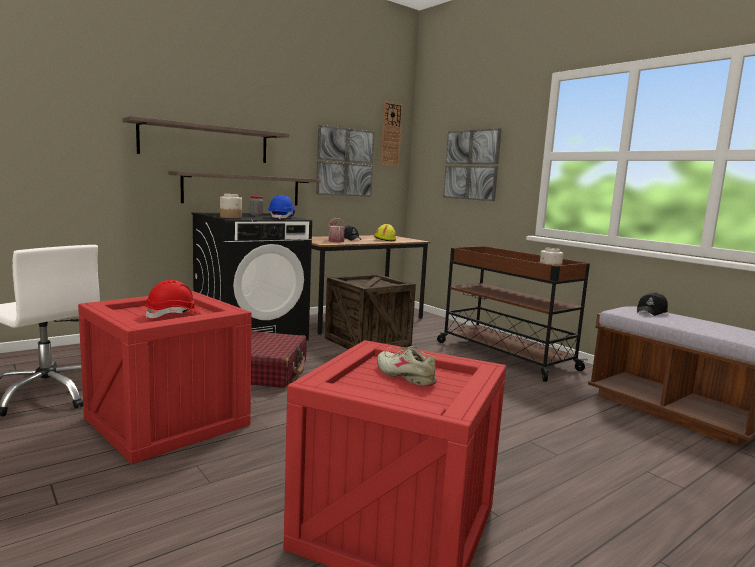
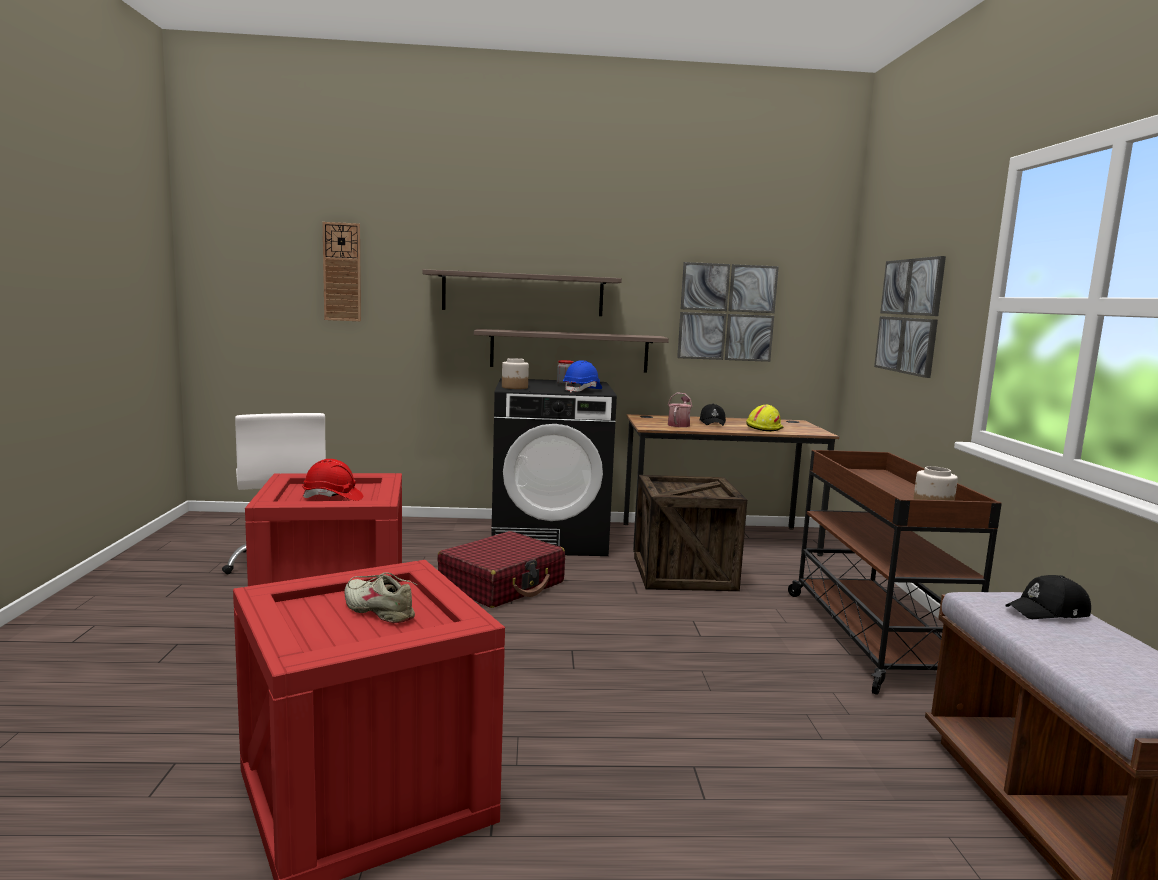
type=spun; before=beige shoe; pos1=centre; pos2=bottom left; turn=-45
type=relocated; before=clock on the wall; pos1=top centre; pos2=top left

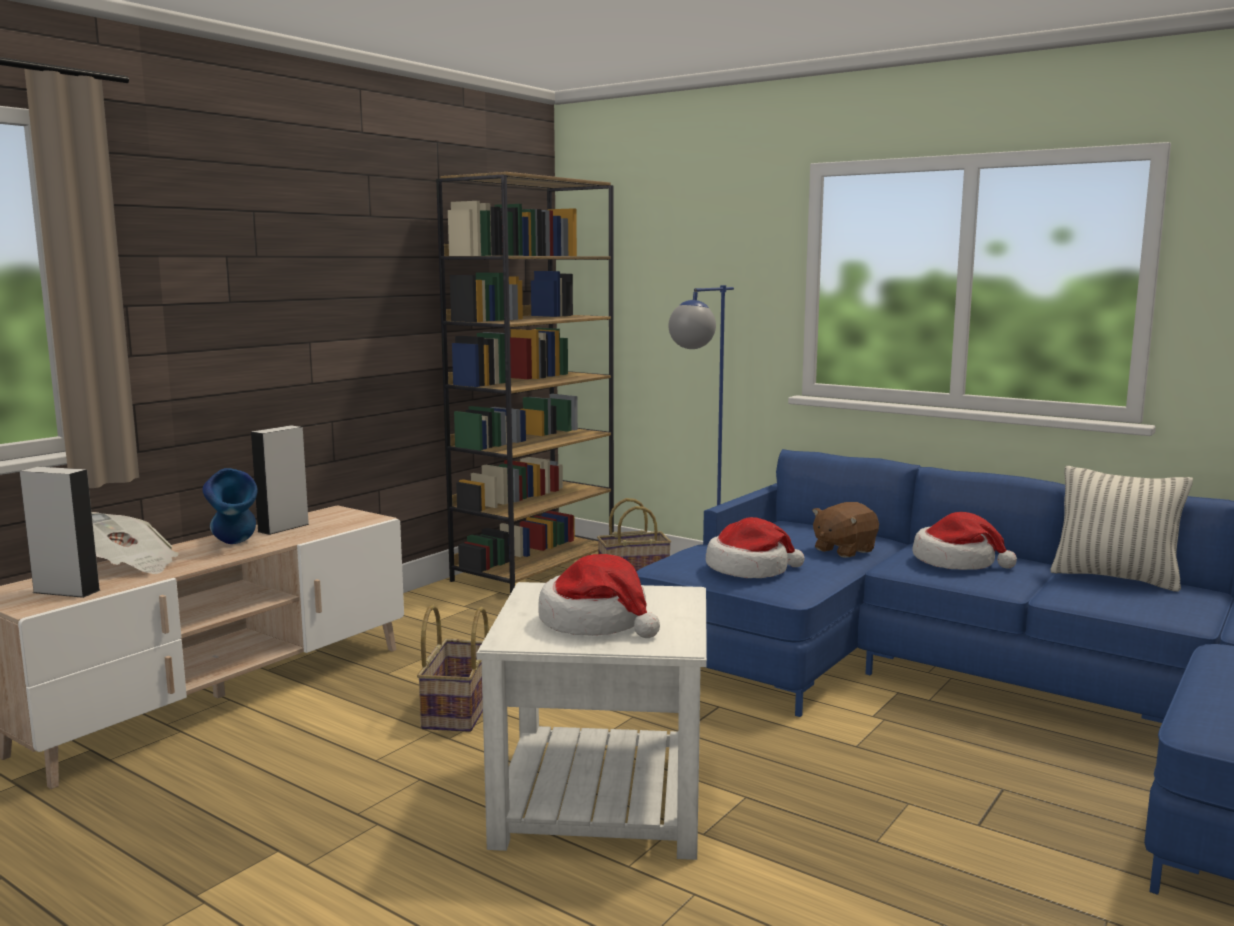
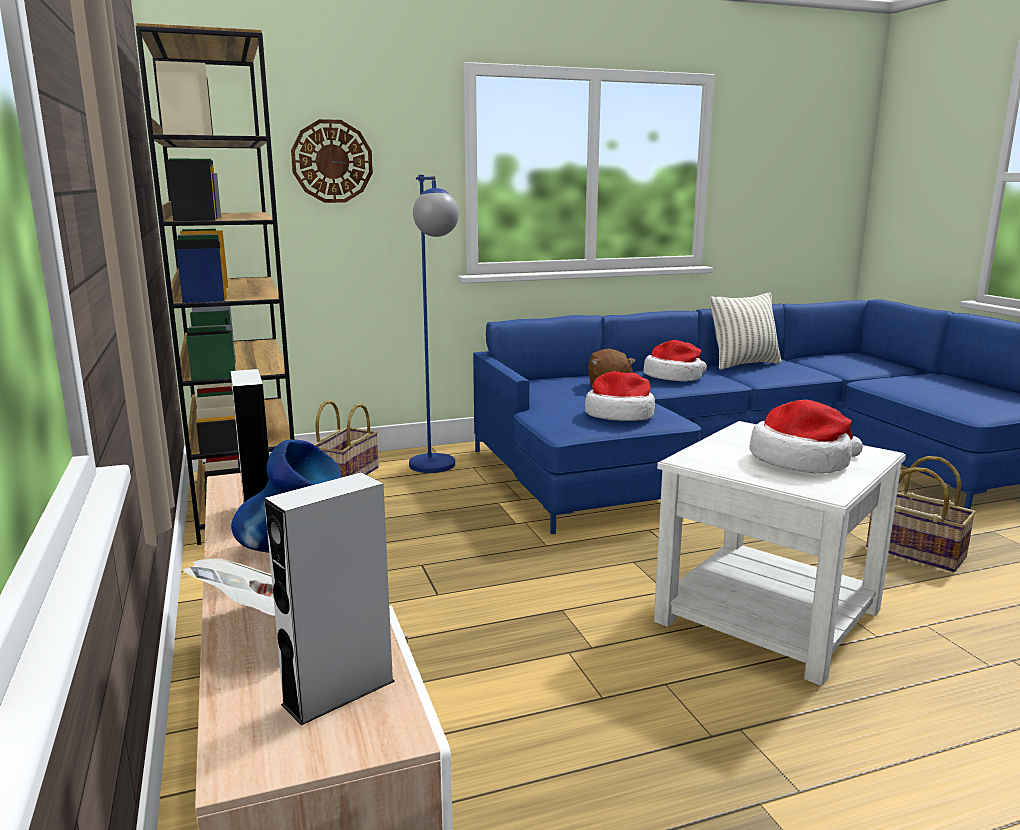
type=relocated; before=household basket (no. 1 from left in the first image); after=household basket (no. 2 from left); pos1=bottom centre; pos2=middle right
type=appeared; after=clock on the wall; pos2=top left

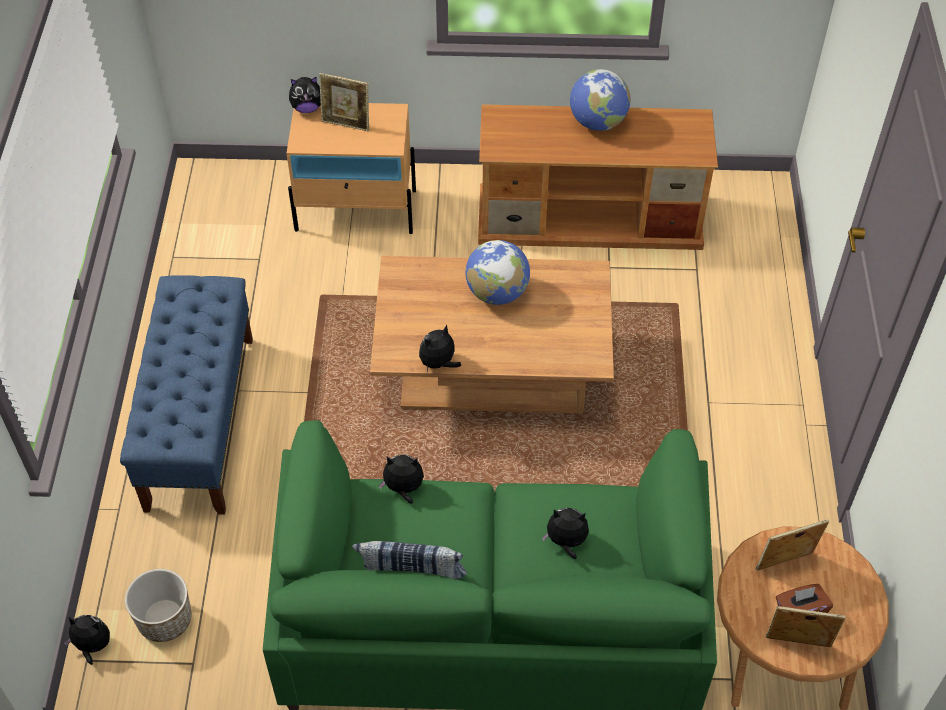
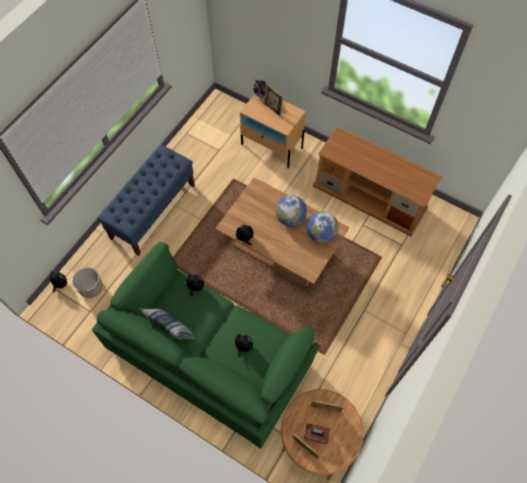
type=relocated; before=world globe (no. 2 from left); pos1=top centre; pos2=centre

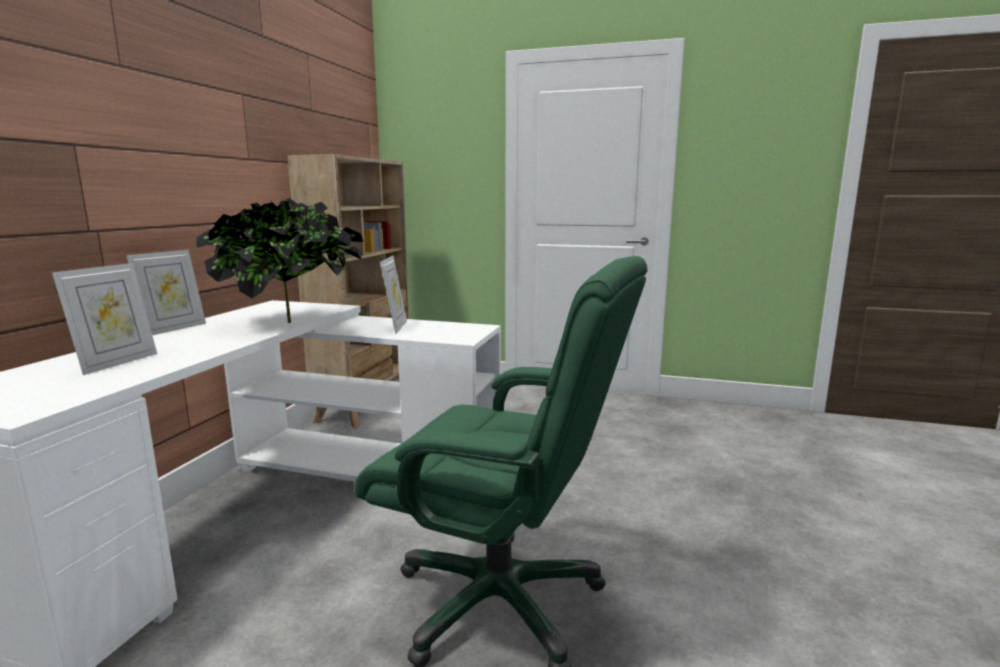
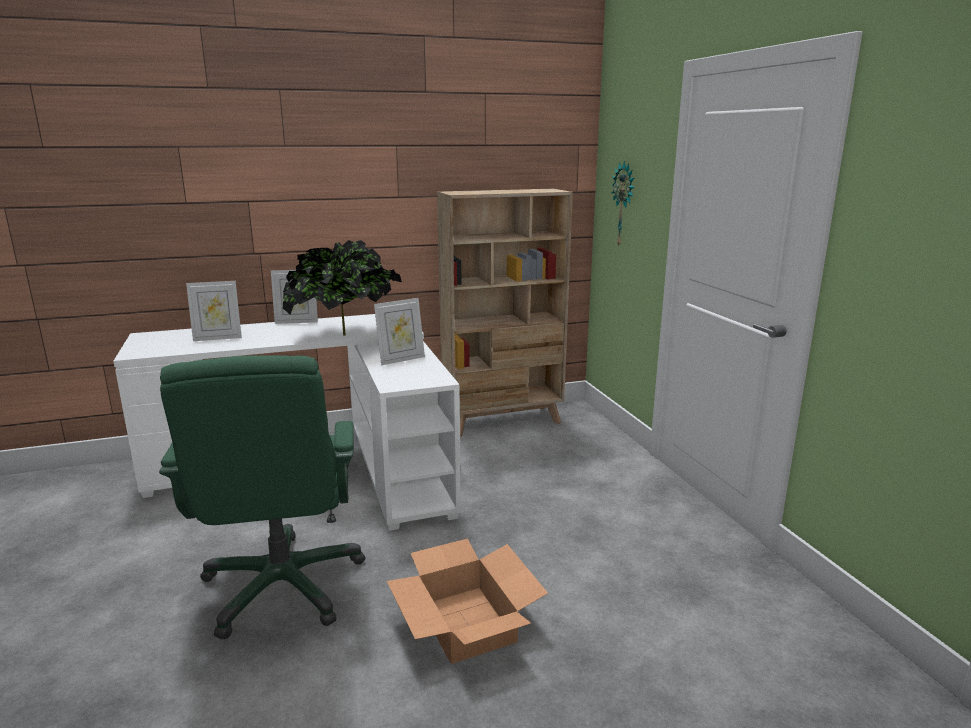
type=appeared; after=packing box; pos2=bottom centre
type=appeared; after=clock on the wall; pos2=top centre

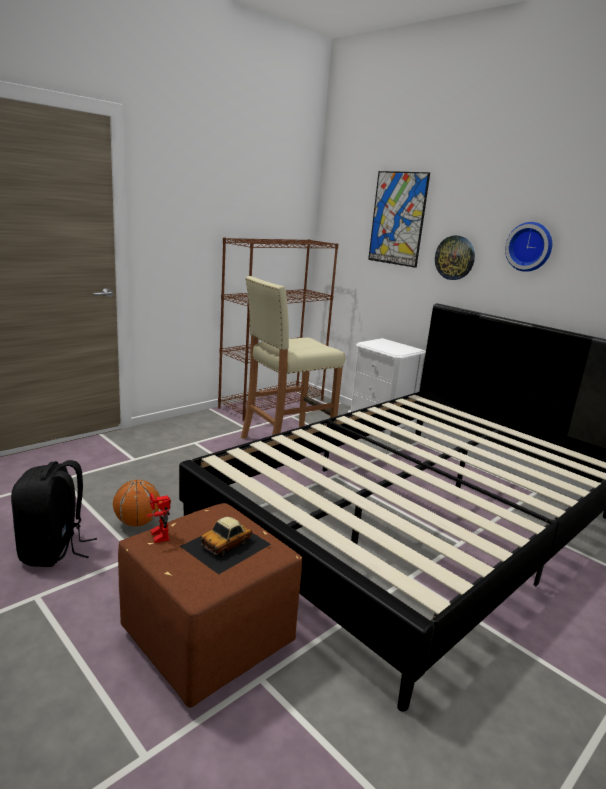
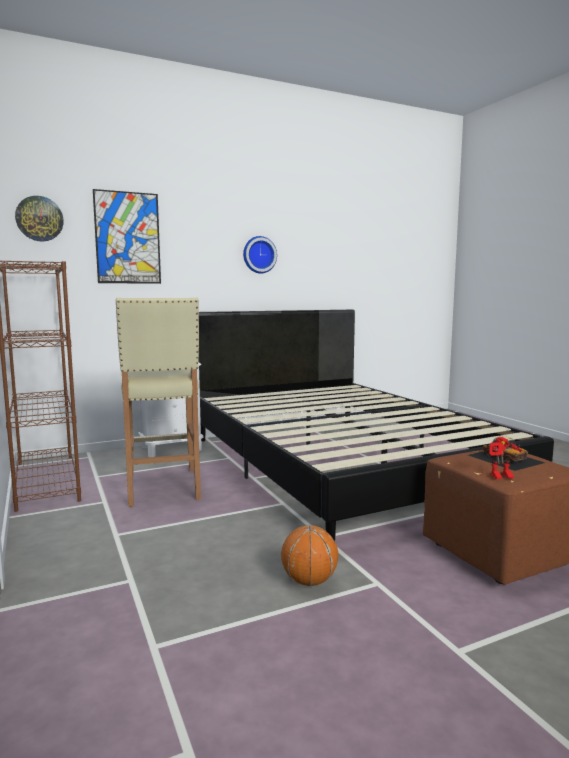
type=missing; before=black-coloured knapsack; pos1=middle left
type=relocated; before=clock on the wall (no. 1 from left); pos1=top right; pos2=top left

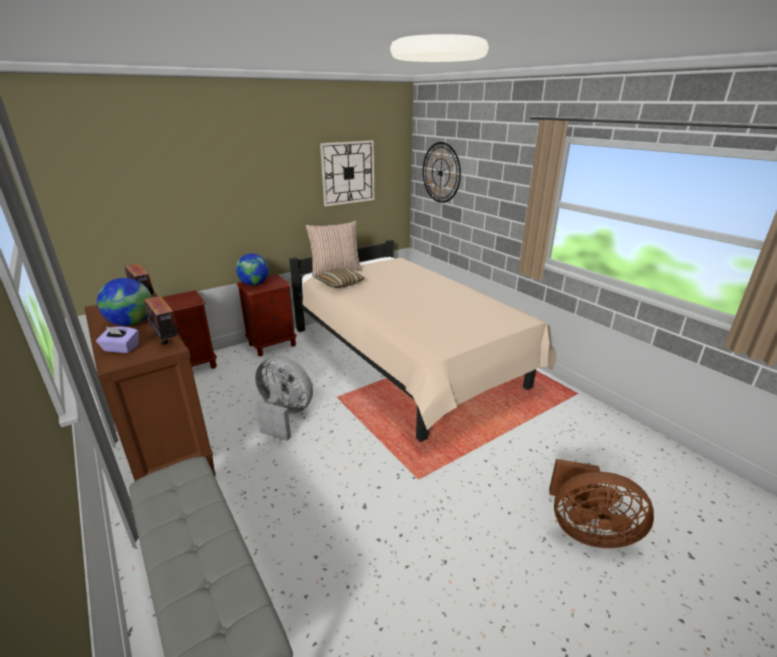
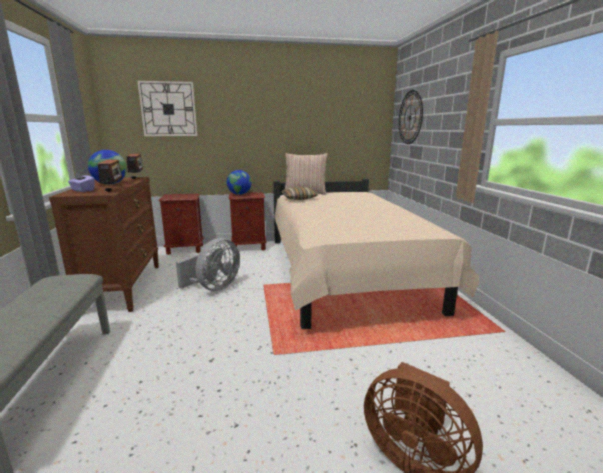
type=spun; before=greyish cooling fan; pos1=centre; pos2=centre; turn=75
type=relocated; before=clock on the wall (no. 1 from left); pos1=top centre; pos2=top left

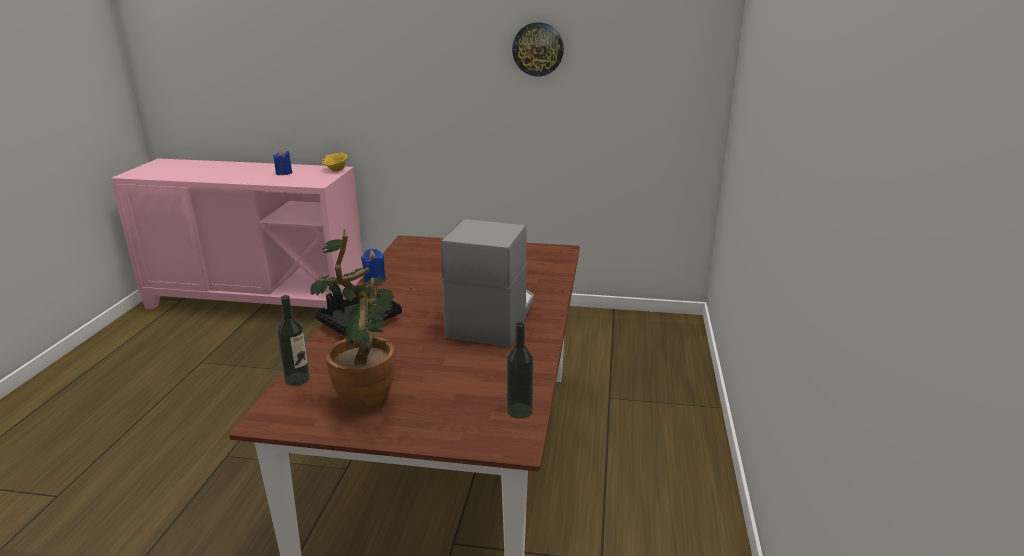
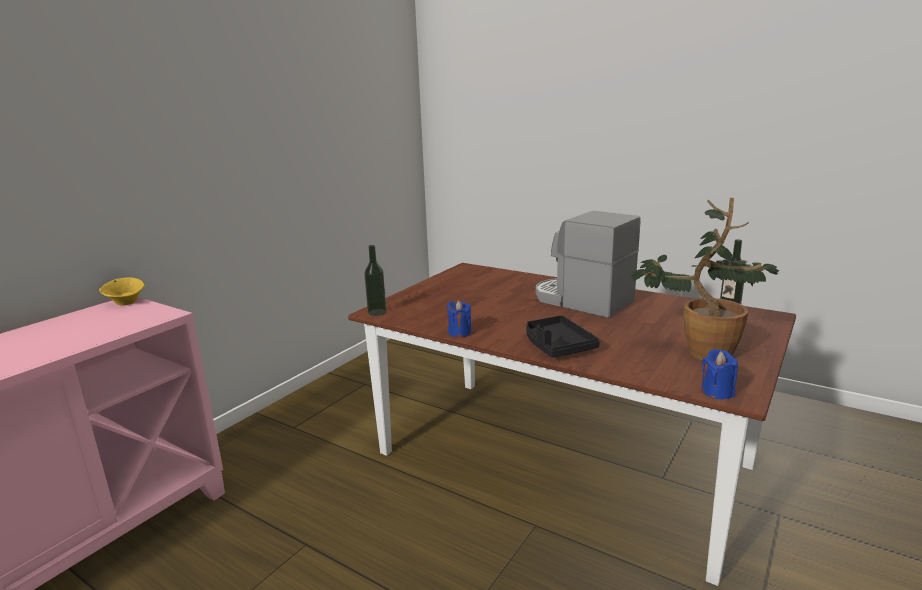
type=relocated; before=blue-coloured candle (no. 1 from left in the first image); after=blue-coloured candle (no. 2 from left); pos1=top left; pos2=middle right
type=relocated; before=beverage bottle (no. 1 from left); pos1=middle left; pos2=centre
type=missing; before=clock on the wall; pos1=top centre

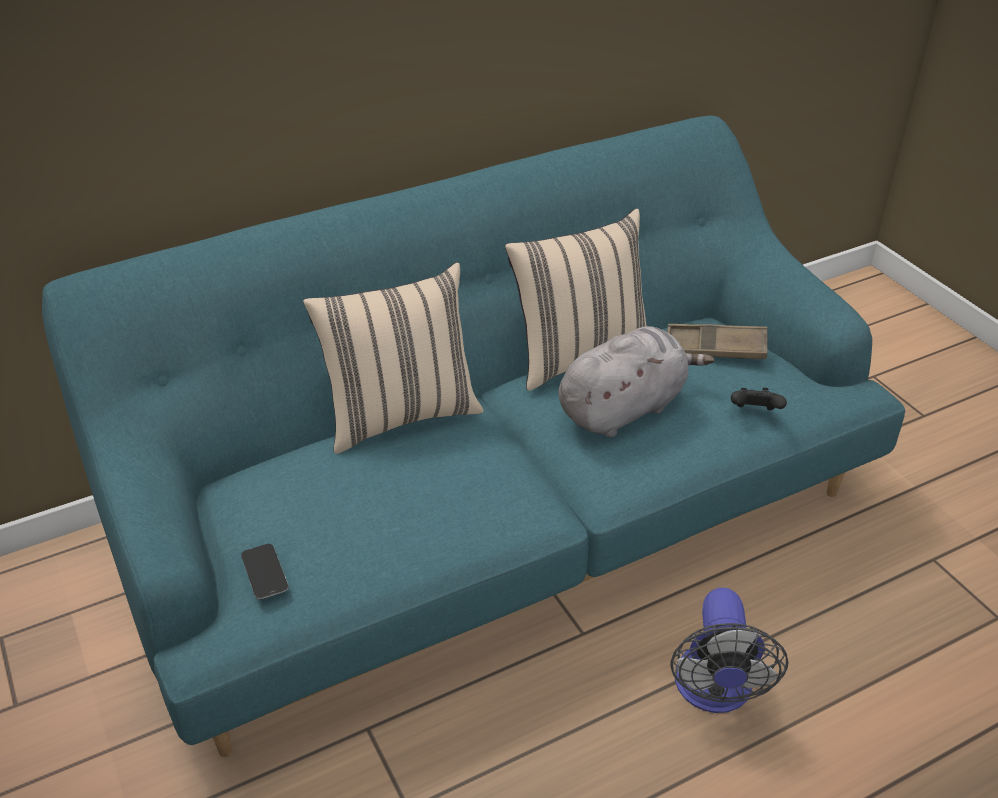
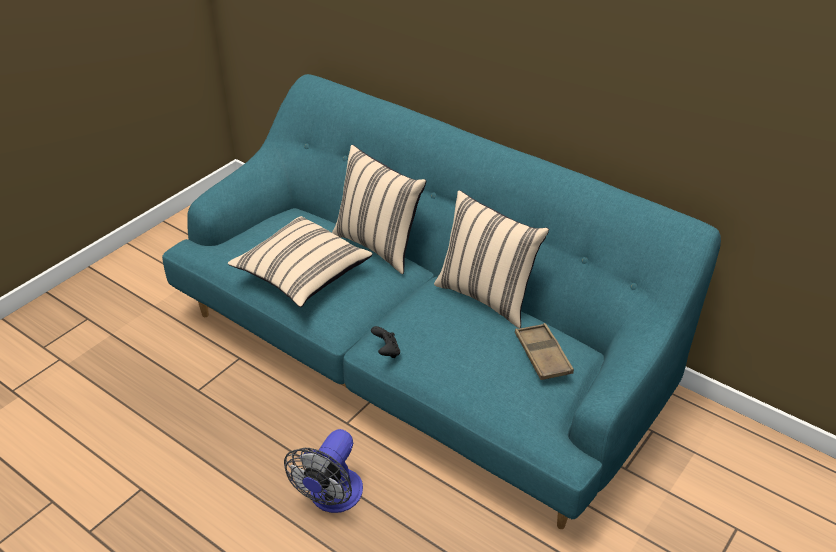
type=missing; before=telephone; pos1=bottom left
type=missing; before=greyish plush toy; pos1=centre
type=spun; before=cooling fan; pos1=bottom right; pos2=bottom centre; turn=-45
type=relocated; before=black-coloured game controller; pos1=middle right; pos2=centre
type=appeared; after=beige cushion (no. 1 from left); pos2=centre

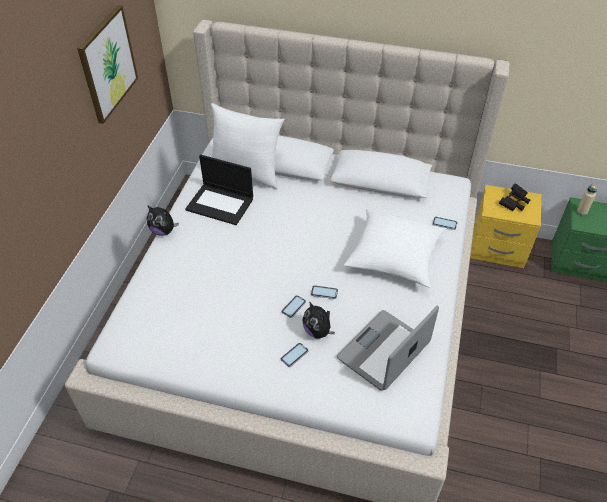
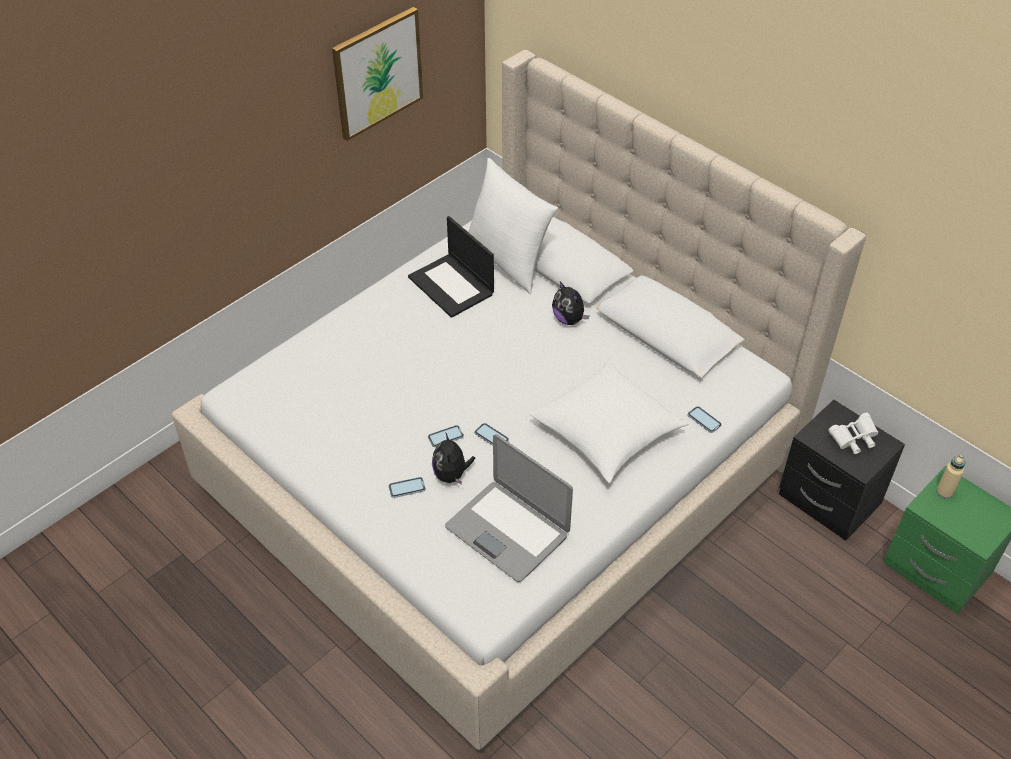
type=relocated; before=plush toy (no. 1 from left in the first image); after=plush toy (no. 2 from left); pos1=middle left; pos2=centre
type=spun; before=portable computer (no. 2 from left); pos1=bottom centre; pos2=bottom centre; turn=-120
type=colour; before=yellow night table; after=black-coloured night table; pos1=middle right; pos2=middle right
type=colour; before=black-coloured field glasses; after=white-coloured field glasses; pos1=middle right; pos2=middle right

